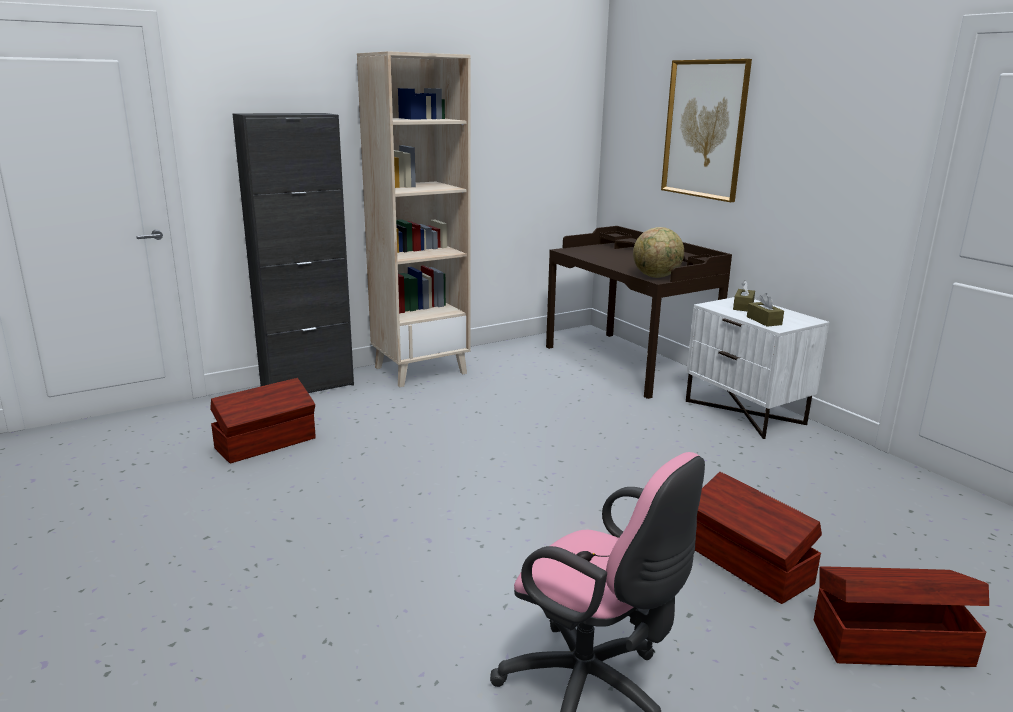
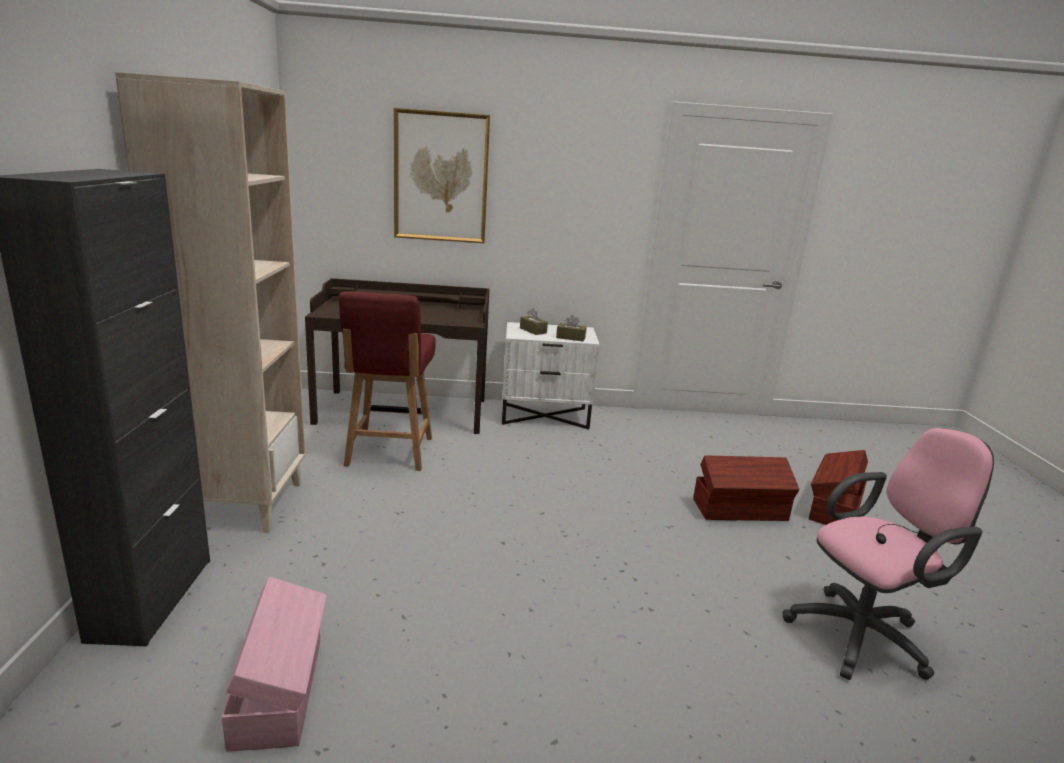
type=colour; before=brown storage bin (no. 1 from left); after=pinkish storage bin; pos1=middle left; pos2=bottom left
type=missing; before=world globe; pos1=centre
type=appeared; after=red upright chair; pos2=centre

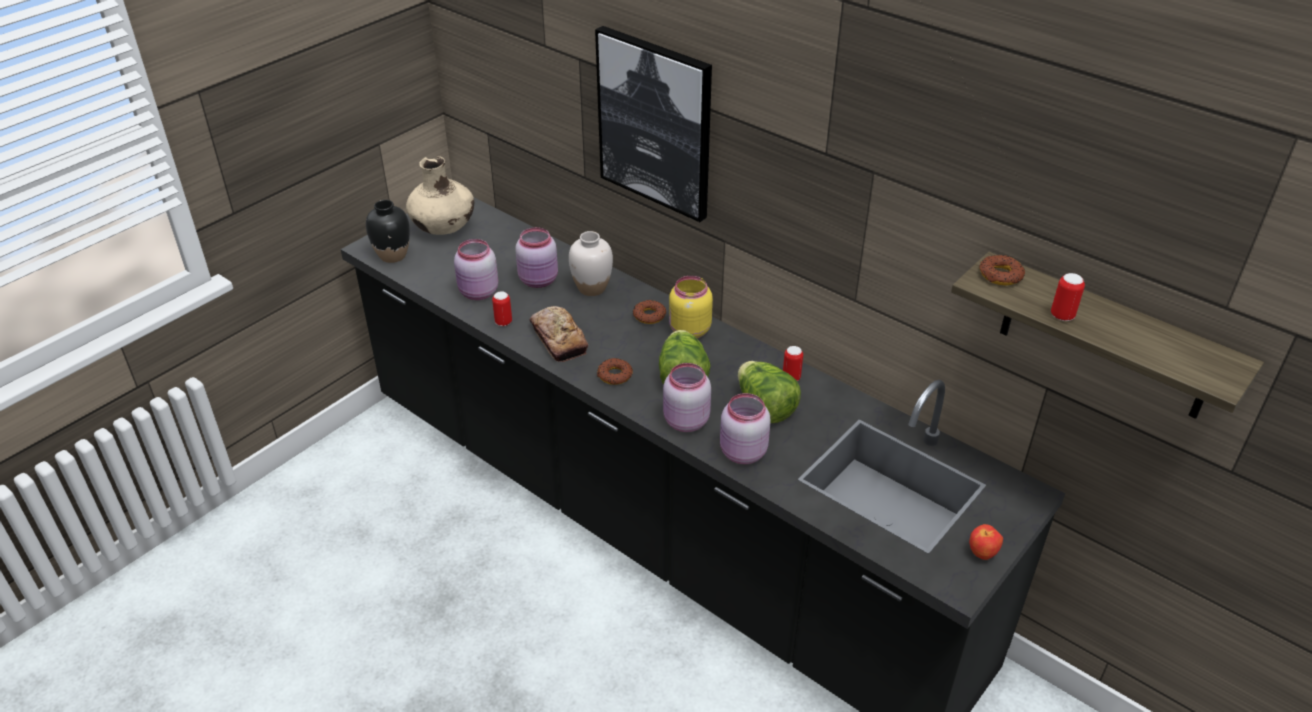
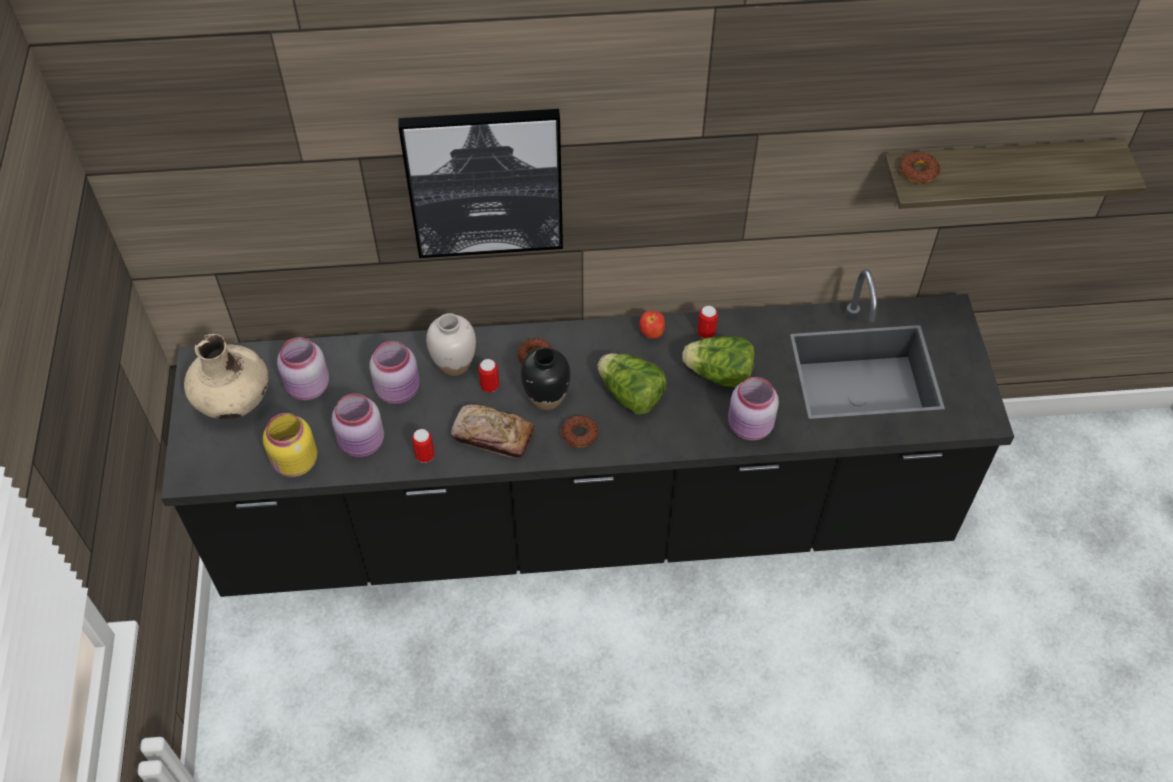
type=relocated; before=black-coloured flower vase; pos1=top left; pos2=centre
type=relocated; before=pinkish jar (no. 3 from left in the first image); after=pinkish jar (no. 1 from left); pos1=centre; pos2=middle left
type=relocated; before=yellow jar; pos1=centre; pos2=middle left
type=relocated; before=apple; pos1=bottom right; pos2=centre
type=relocated; before=can (no. 3 from left in the first image); after=can (no. 2 from left); pos1=middle right; pos2=centre

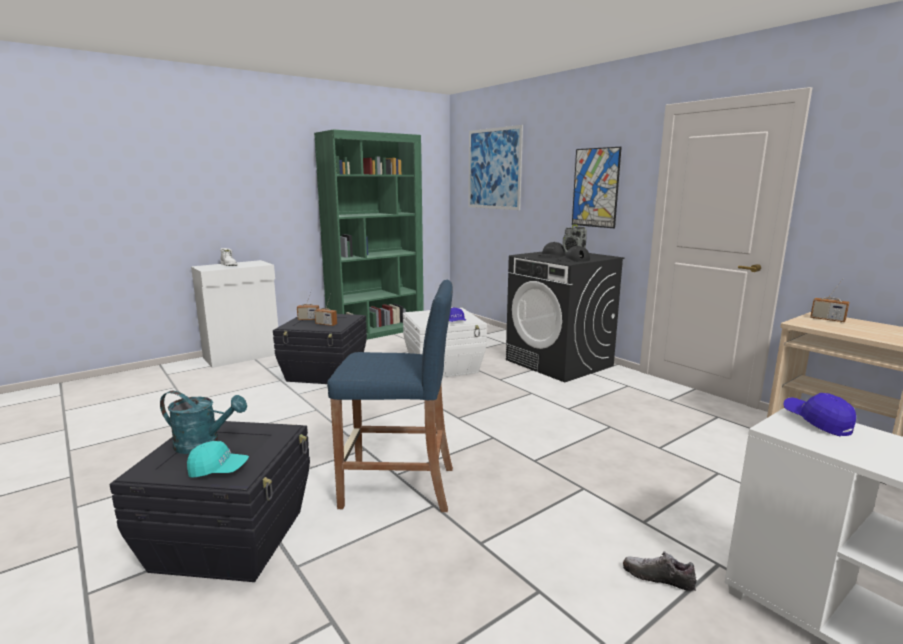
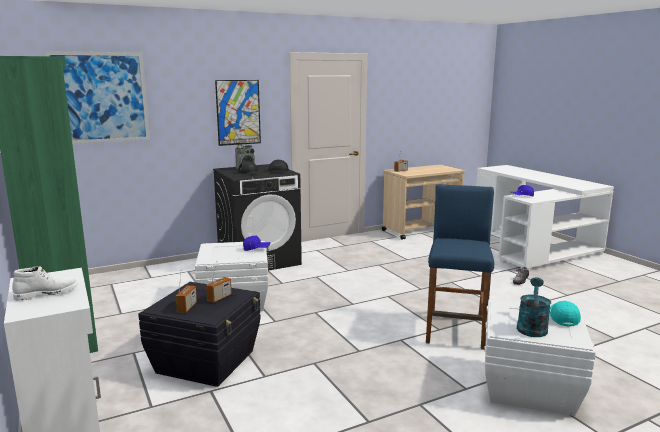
type=colour; before=black-coloured storage bin (no. 1 from left); after=white-coloured storage bin (no. 2 from left); pos1=bottom left; pos2=bottom right

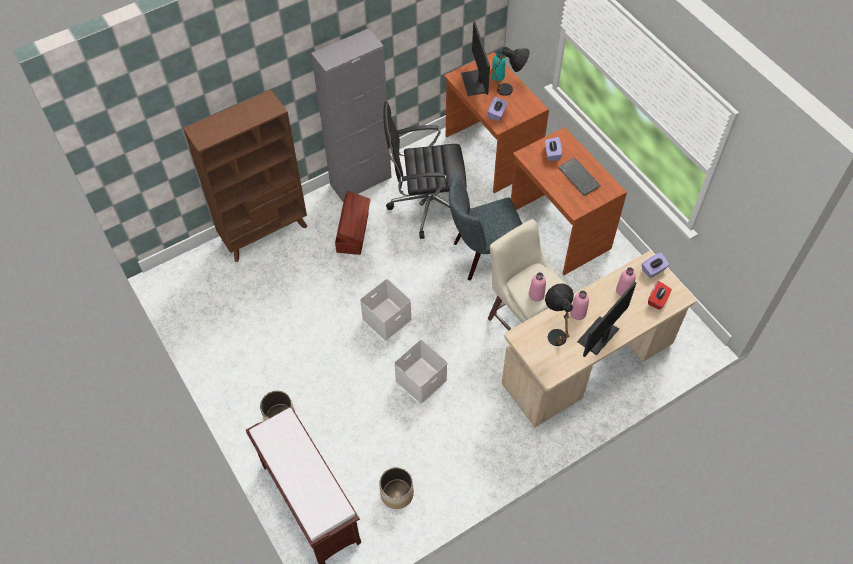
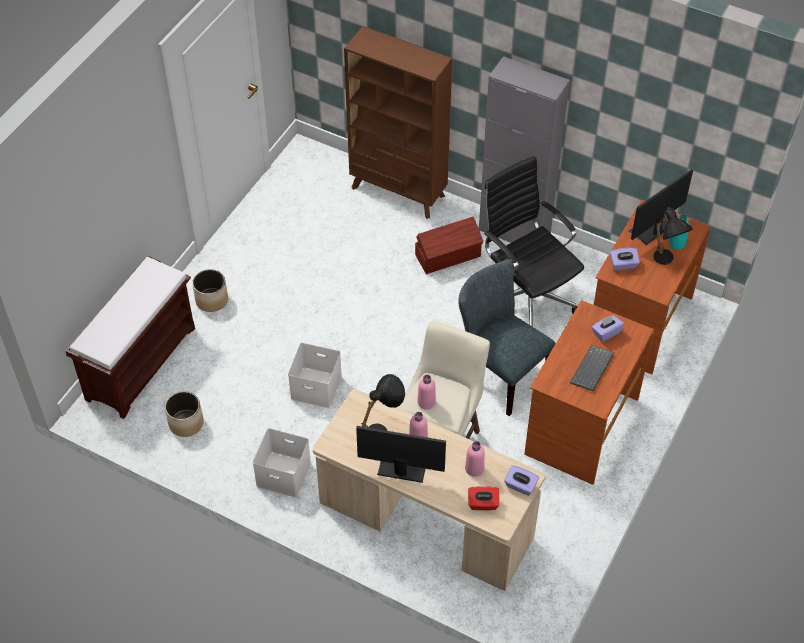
type=relocated; before=white-coloured storage bin (no. 1 from left); pos1=centre; pos2=bottom centre

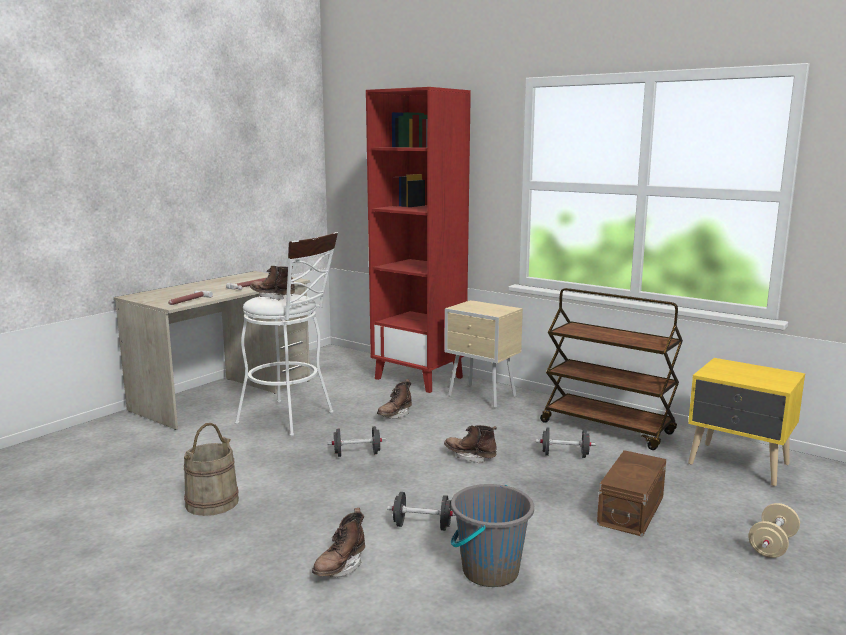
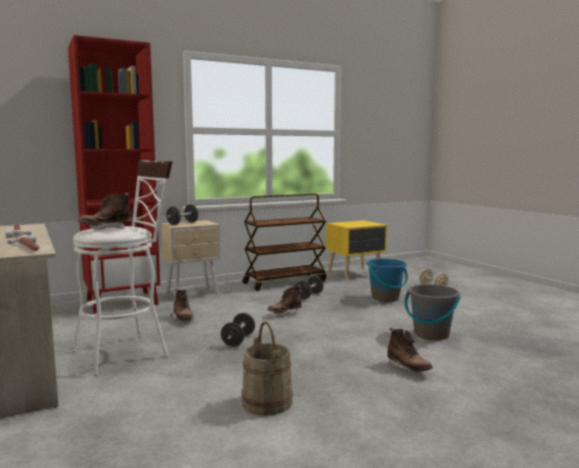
type=relocated; before=black-coloured free weight (no. 2 from left in the first image); after=black-coloured free weight (no. 1 from left); pos1=bottom centre; pos2=middle left
type=exchanged; before=brown storage bin; after=blue-coloured pail; pos1=bottom right; pos2=middle right

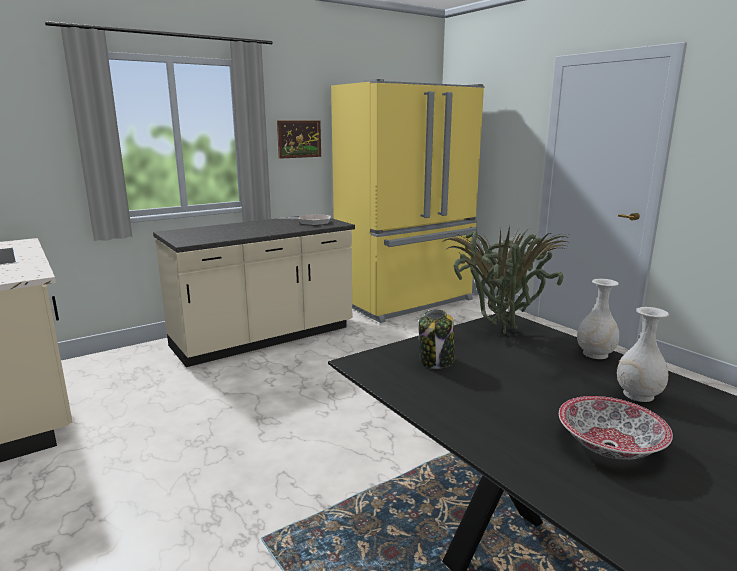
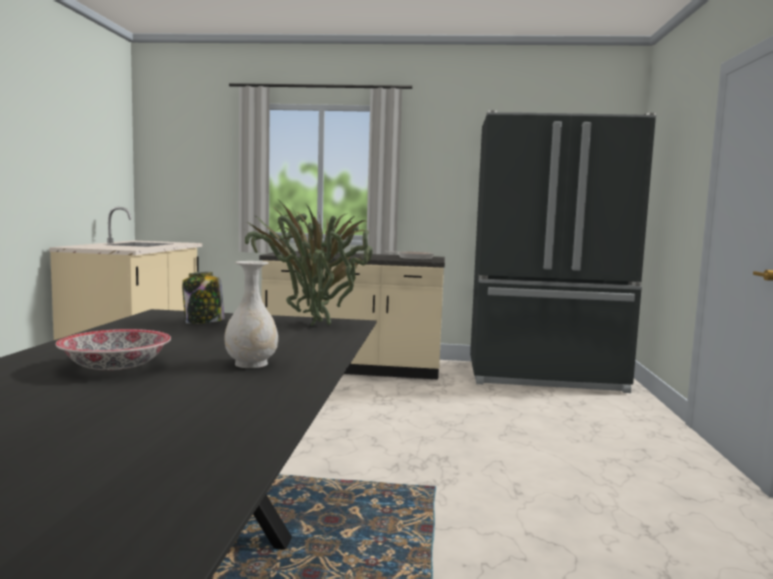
type=missing; before=wall art; pos1=top centre
type=colour; before=yellow fridge; after=black-coloured fridge; pos1=centre; pos2=middle right
type=missing; before=white-coloured flower vase (no. 1 from left); pos1=middle right

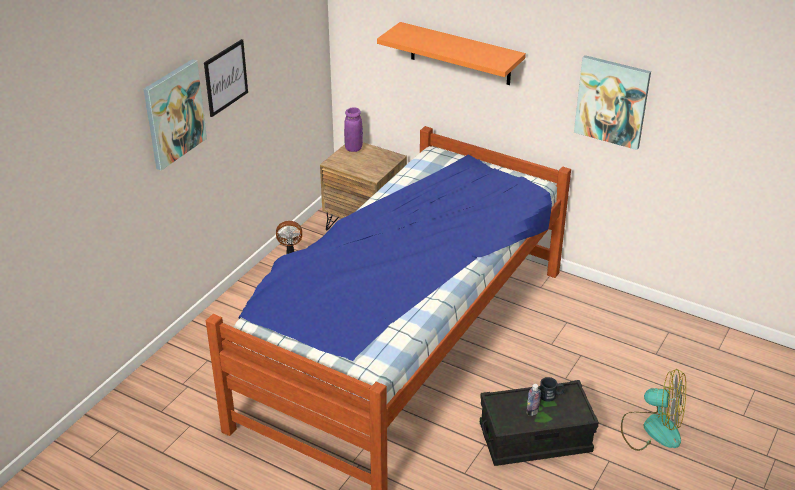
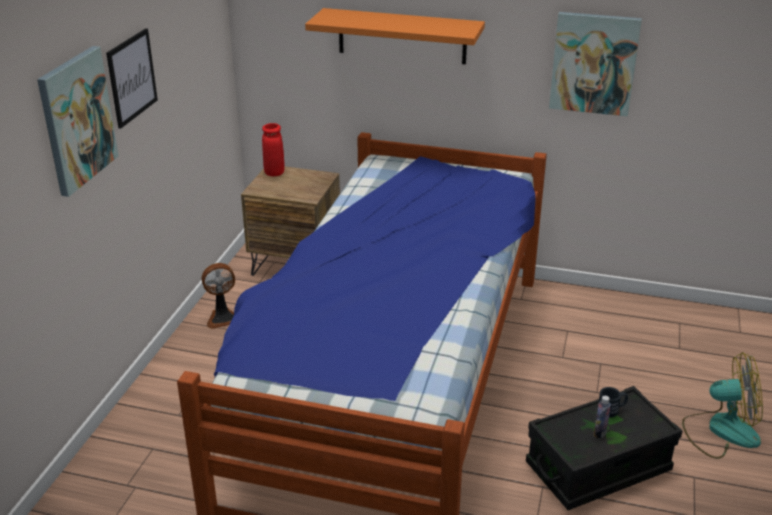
type=colour; before=purple-coloured flower vase; after=red flower vase; pos1=top centre; pos2=top centre

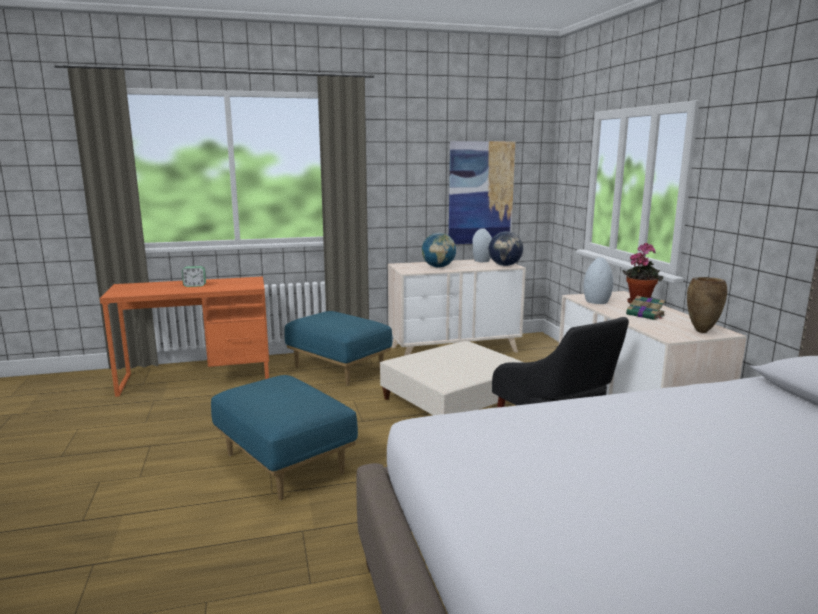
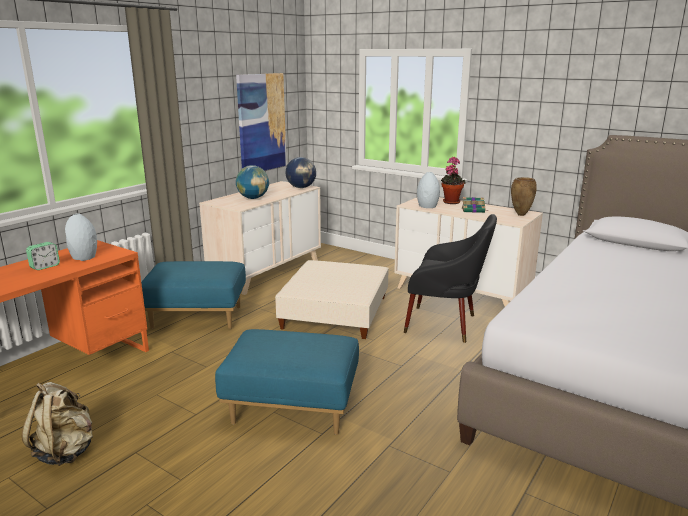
type=relocated; before=greyish flower vase (no. 1 from left); pos1=centre; pos2=middle left
type=appeared; after=beige knapsack; pos2=bottom left

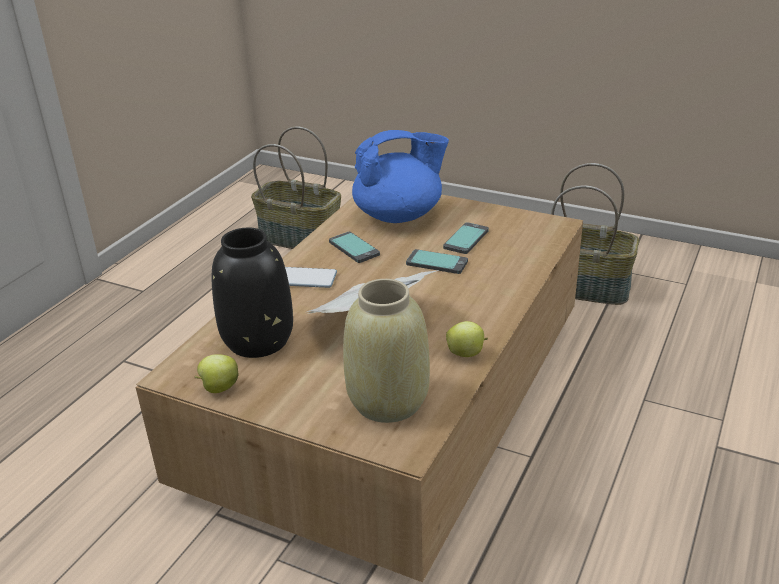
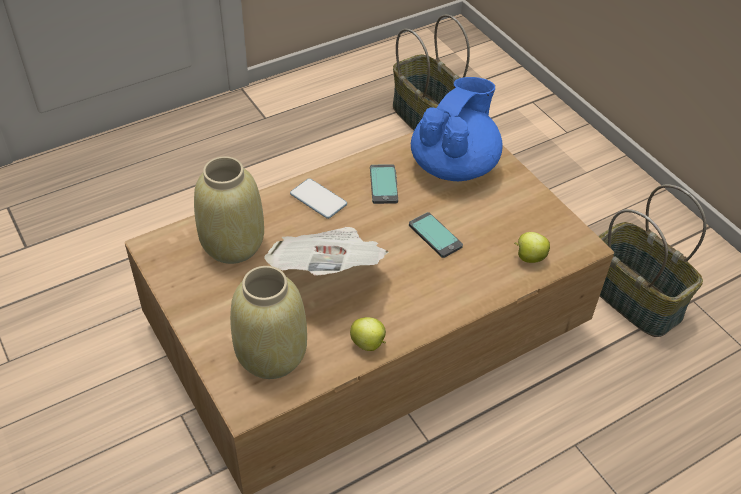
type=relocated; before=apple (no. 1 from left in the first image); after=apple (no. 2 from left); pos1=middle left; pos2=middle right
type=colour; before=black-coloured flower vase; after=beige flower vase (no. 1 from left); pos1=middle left; pos2=middle left
type=spun; before=blue-coloured tea pot; pos1=top centre; pos2=top centre; turn=-75
type=missing; before=telephone (no. 4 from left); pos1=centre

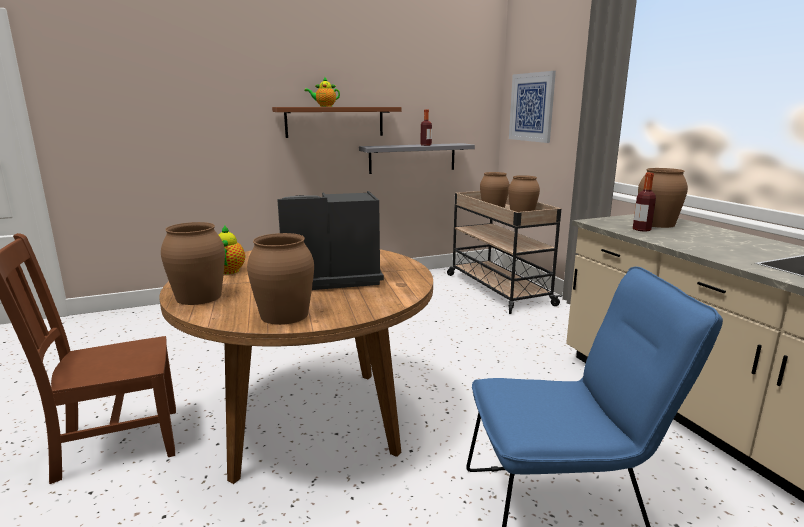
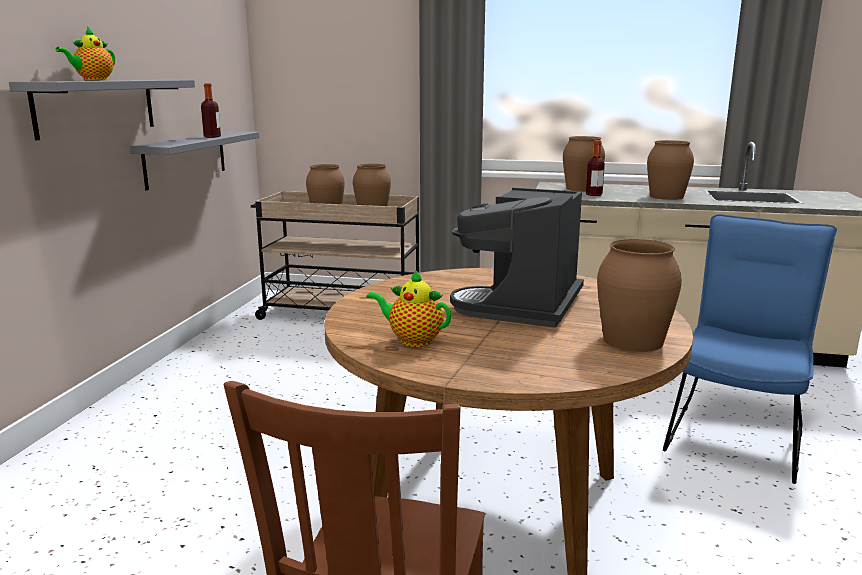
type=relocated; before=brown flower vase (no. 1 from left in the first image); after=brown flower vase (no. 5 from left); pos1=middle left; pos2=top right
type=colour; before=brown bracket shelf; after=greyish bracket shelf (no. 1 from left); pos1=top centre; pos2=top left
type=missing; before=wall art; pos1=top centre

